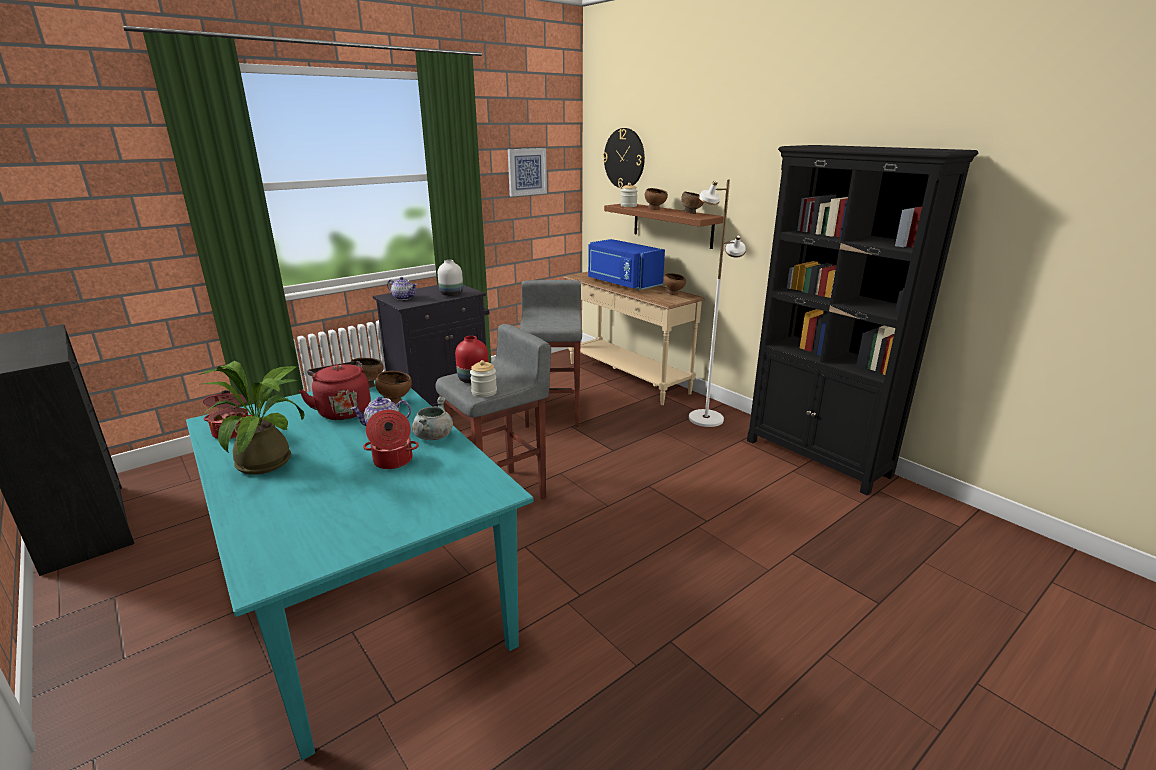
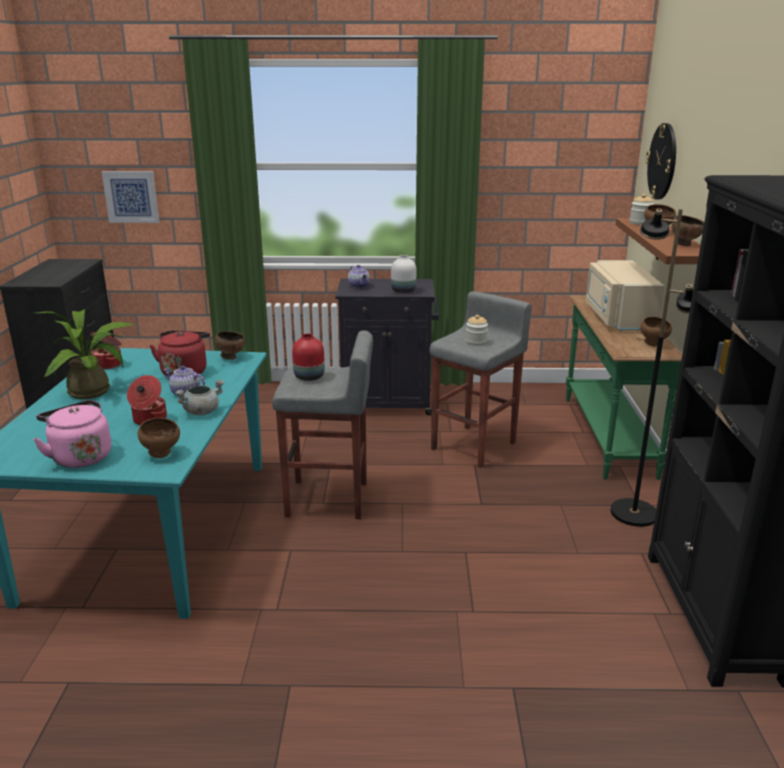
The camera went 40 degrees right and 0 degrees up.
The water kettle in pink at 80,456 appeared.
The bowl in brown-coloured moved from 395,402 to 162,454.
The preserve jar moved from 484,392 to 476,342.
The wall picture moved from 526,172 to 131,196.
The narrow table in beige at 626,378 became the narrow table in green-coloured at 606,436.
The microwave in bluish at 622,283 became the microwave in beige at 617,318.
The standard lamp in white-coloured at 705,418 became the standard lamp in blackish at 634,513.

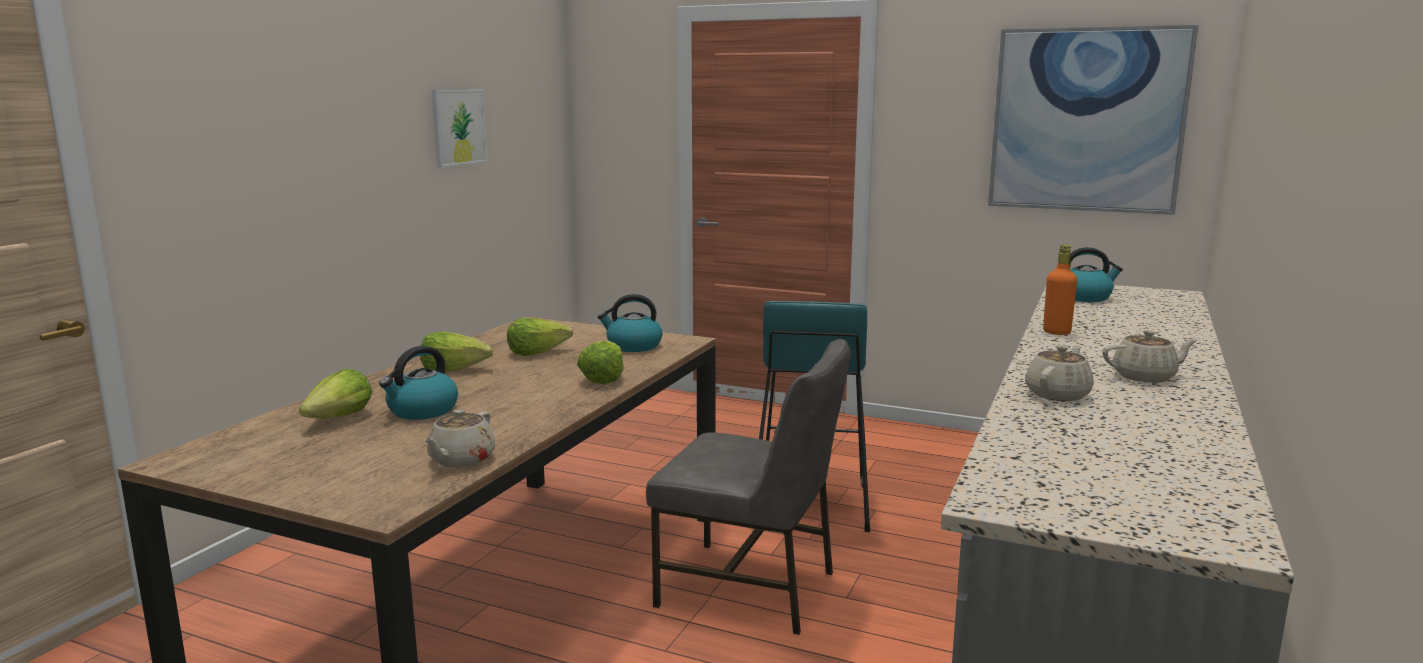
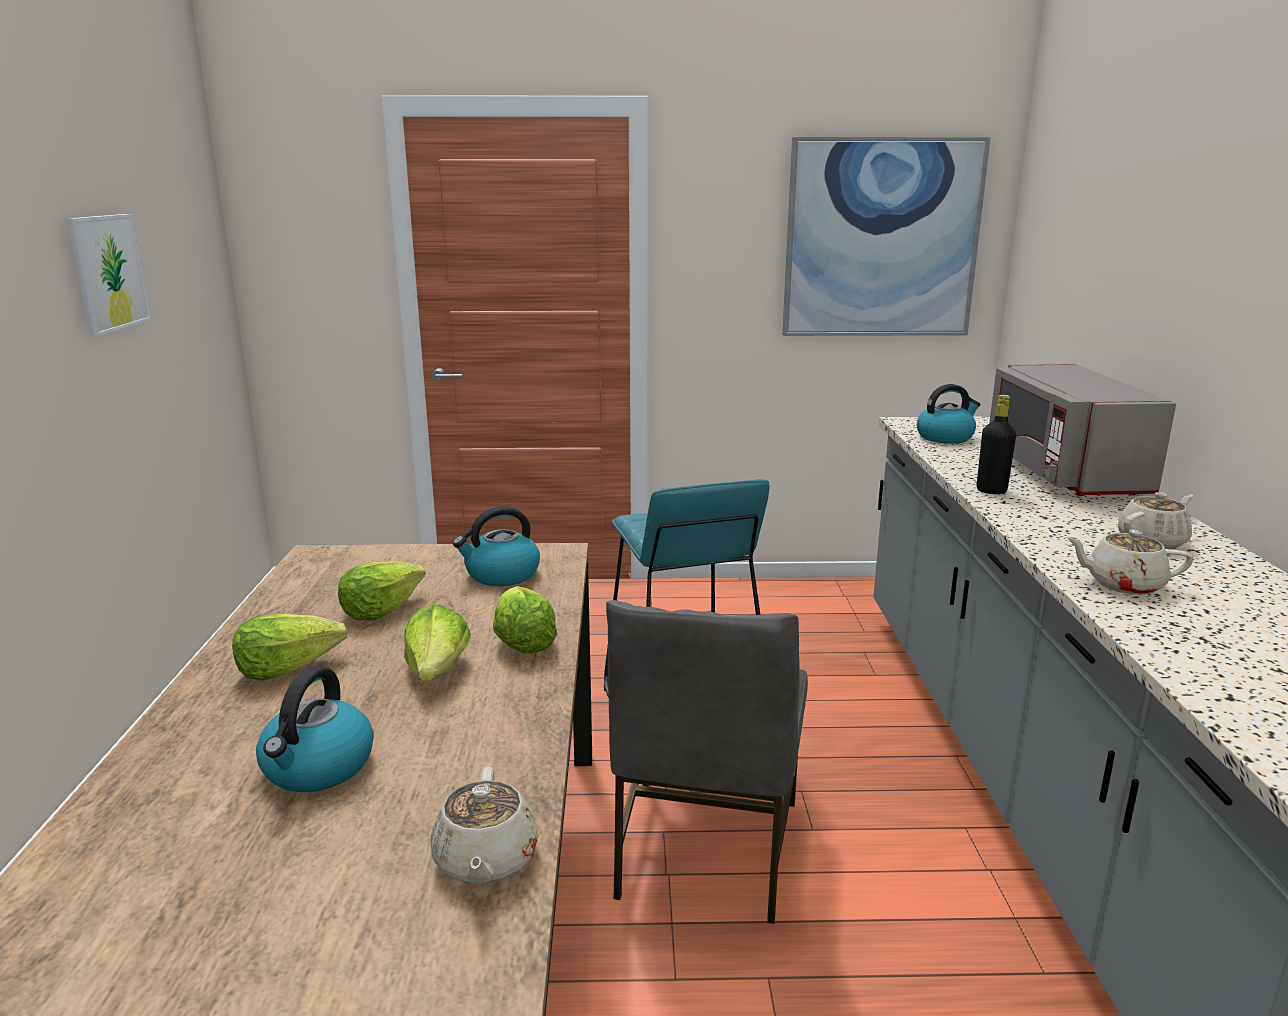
The camera went 25 degrees left and 5 degrees up.
The microwave in gray at 1062,472 appeared.
The head of lettuce moved from 340,418 to 438,671.
The bottle in orange-coloured at 1056,332 became the bottle in blackish at 991,491.
The upright chair in gray at 750,588 turned 105 degrees clockwise.
The pot for tea in beige at 1058,394 turned 90 degrees counterclockwise.

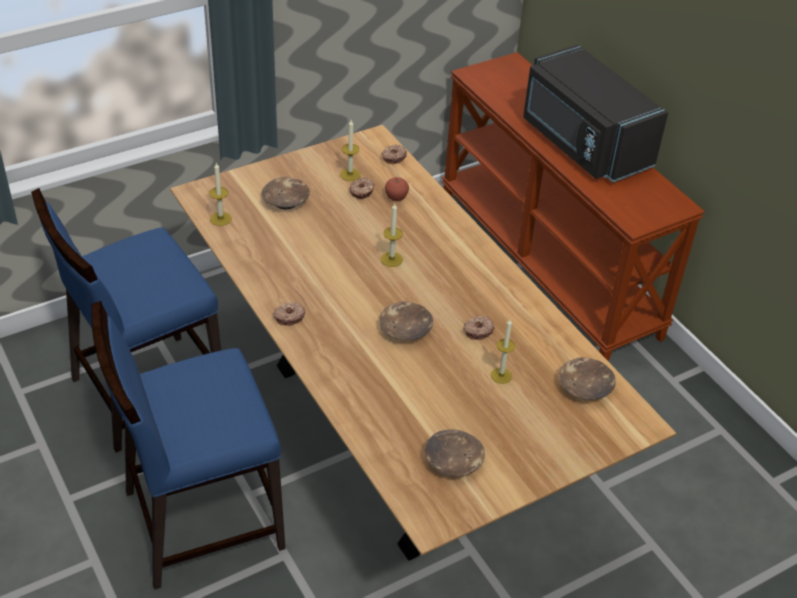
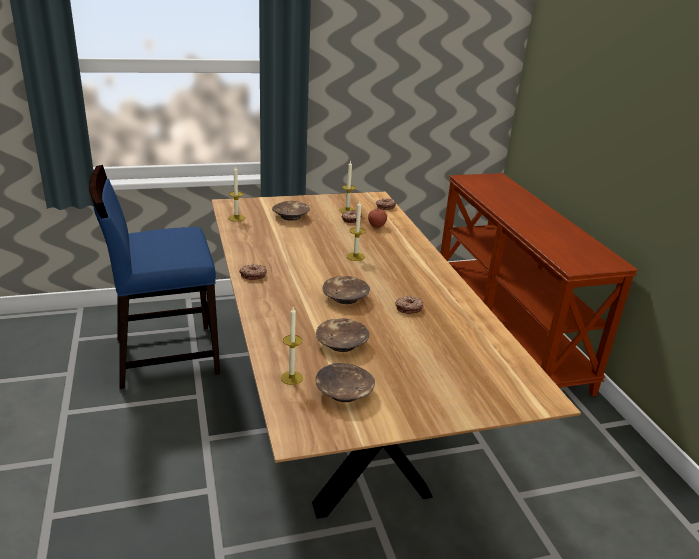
The camera went 15 degrees right and 15 degrees down.
The upright chair in bluish at 201,519 disappeared.
The microwave in blackish at 583,144 disappeared.
The wax candle moved from 501,375 to 291,378.
The bowl in brown-coloured moved from 585,387 to 342,343.

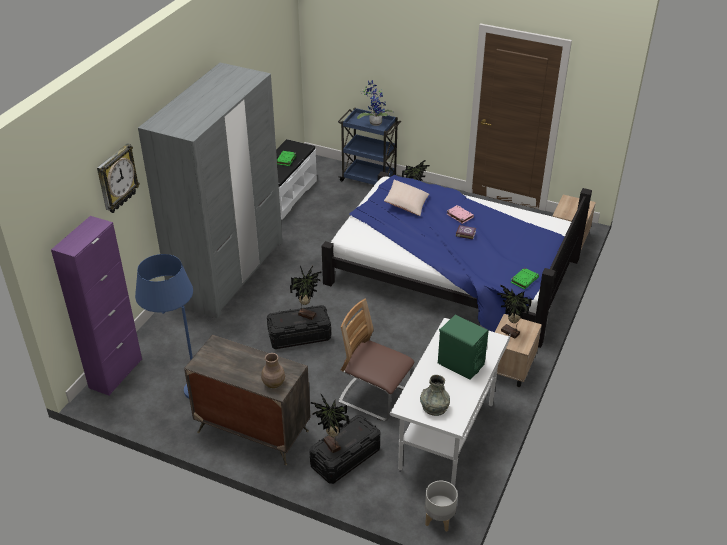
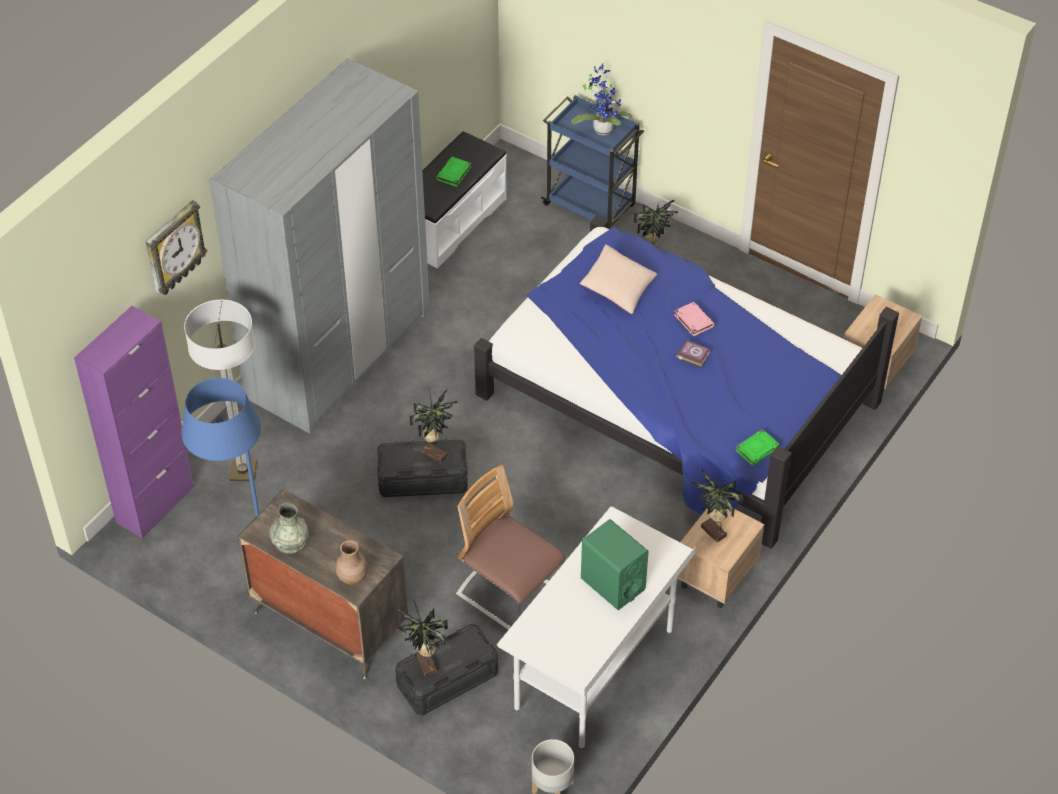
The camera went 10 degrees right and 10 degrees up.
The standard lamp at 243,472 appeared.
The flower vase in gray moved from 434,407 to 290,541.

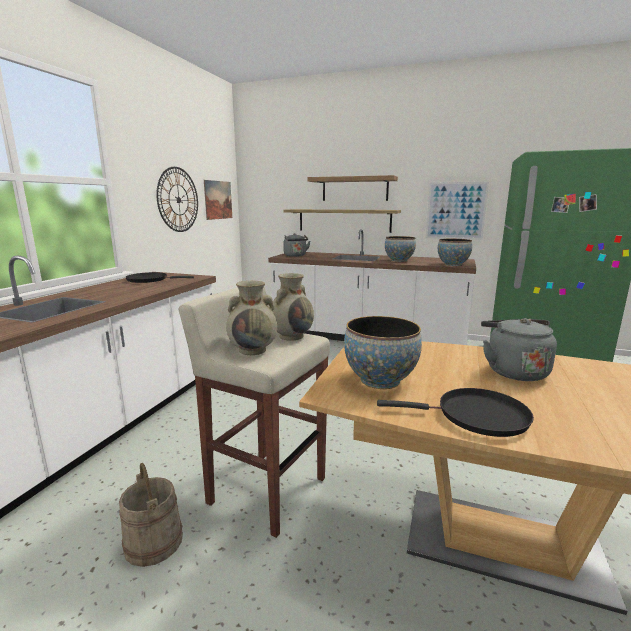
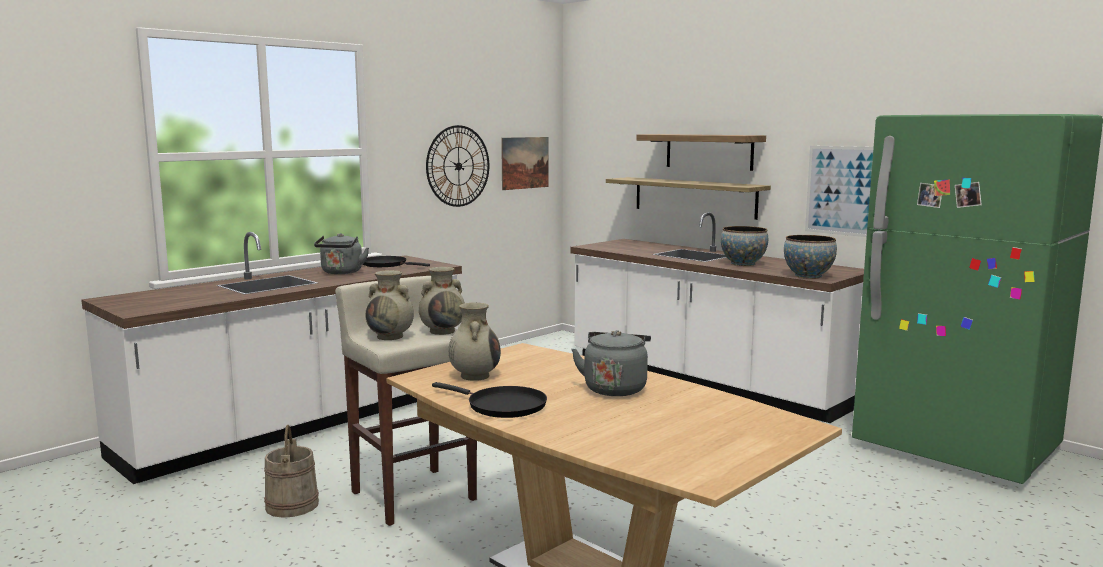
The camera went 25 degrees right and 5 degrees down.
The water kettle in gray moved from 295,256 to 341,272.
The bowl at 380,380 was replaced by the flower vase in beige at 475,376.

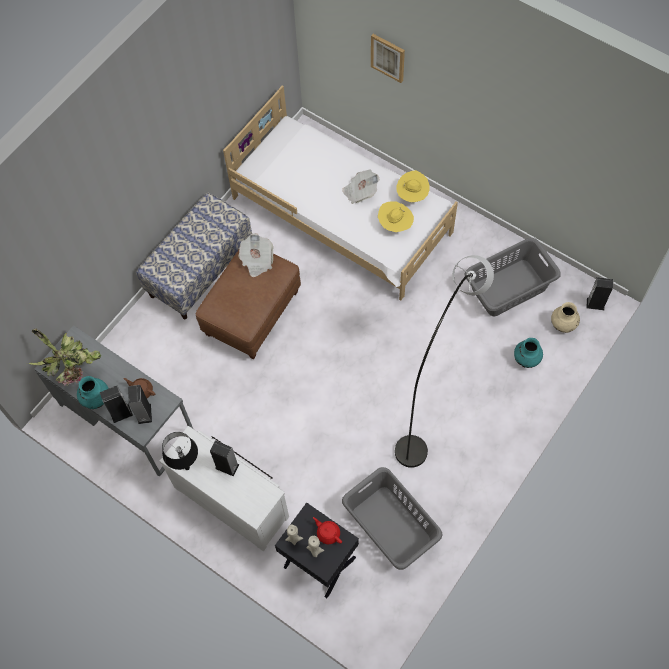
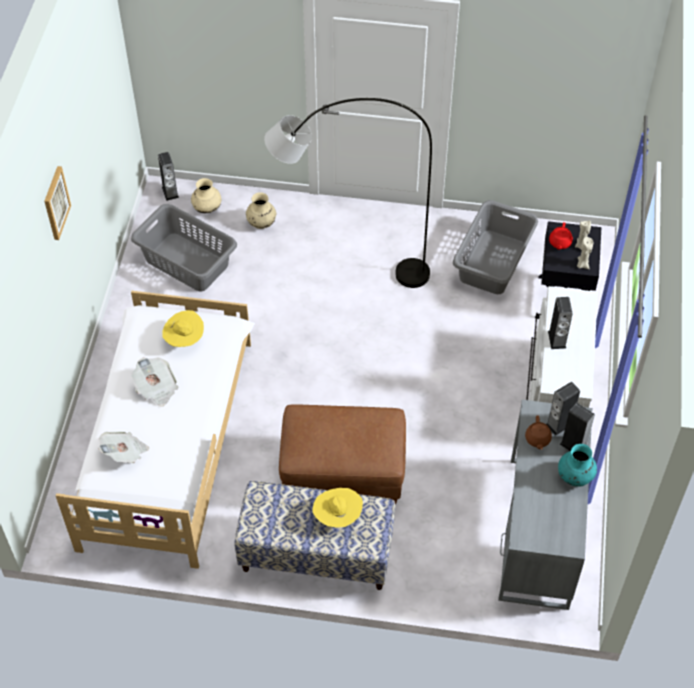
The camera went 120 degrees left and 10 degrees down.
The plant in a pot at 72,367 disappeared.
The lamp for a table in blackish at 187,468 disappeared.
The printed paper moved from 257,260 to 125,453.
The wall picture moved from 388,57 to 55,203.
The hat in yellow moved from 412,195 to 337,516.
The flower vase in turquoise-coloured at 526,359 became the flower vase in beige at 261,223.

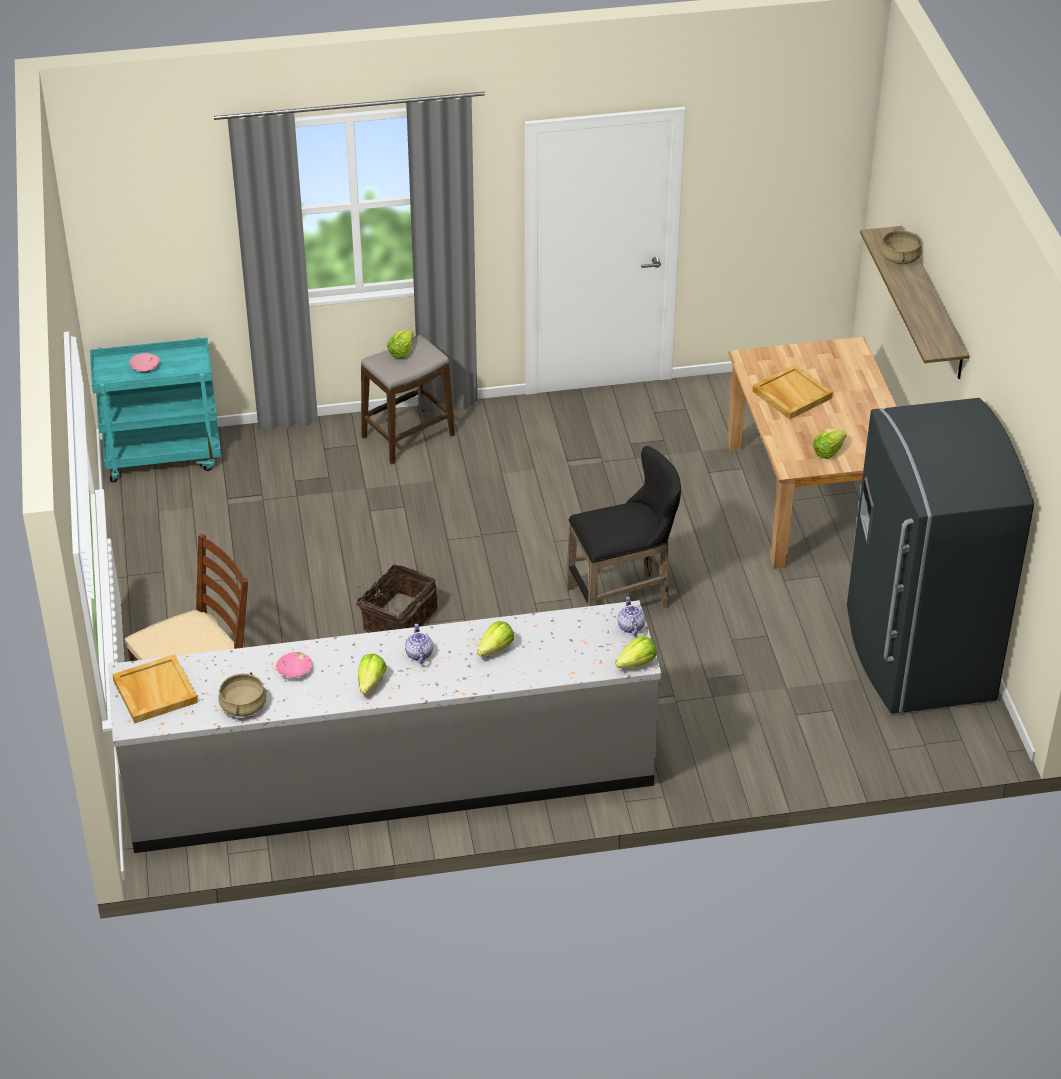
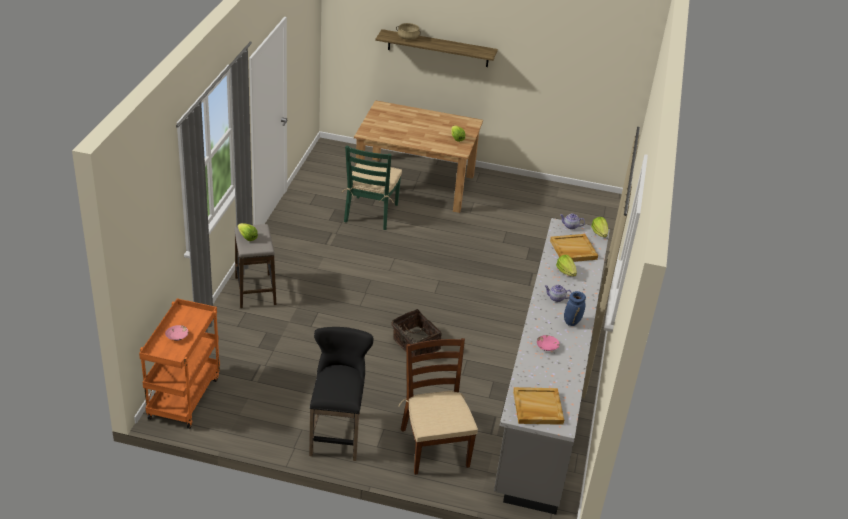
The camera went 70 degrees left and 5 degrees down.
The cooking pot in beige at 243,706 disappeared.
The kitchen fridge in gray at 916,654 disappeared.
The upright chair in green-coloured at 371,213 appeared.
The sitting stool in blackish moved from 624,598 to 337,432.
The carrying tray in beige moved from 791,394 to 573,250.
The head of lettuce at 371,683 was replaced by the flower vase in bluish at 572,322.
The trolley in turquoise-coloured at 164,456 became the trolley in orange-coloured at 184,396.

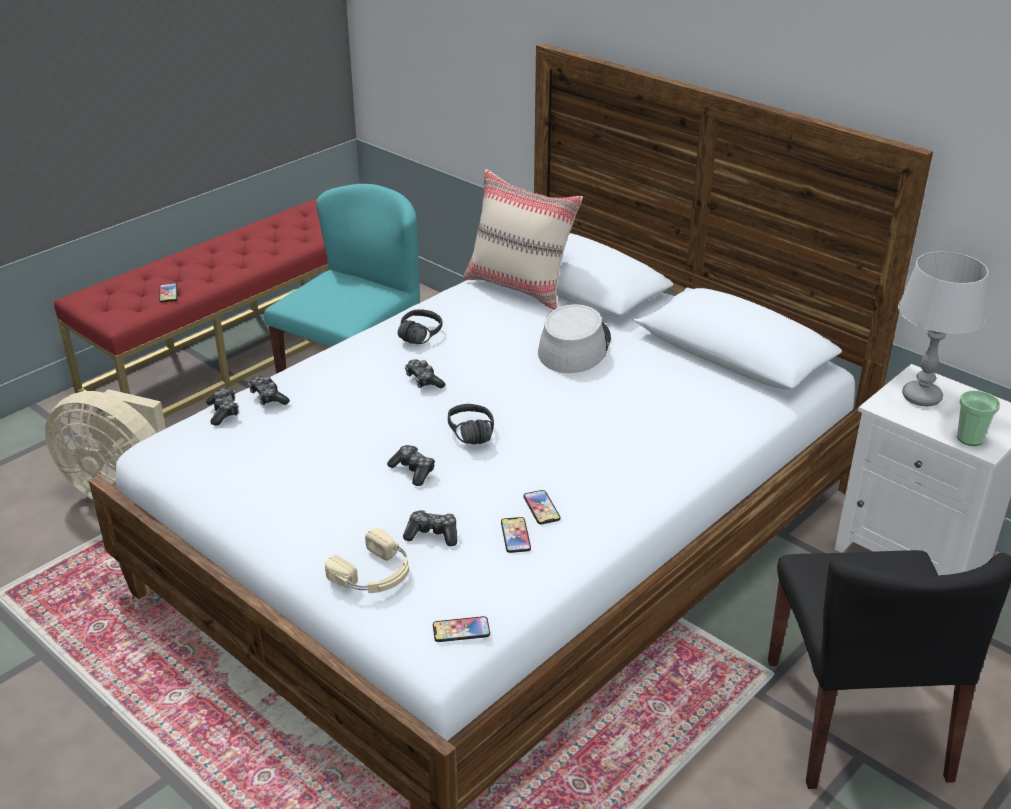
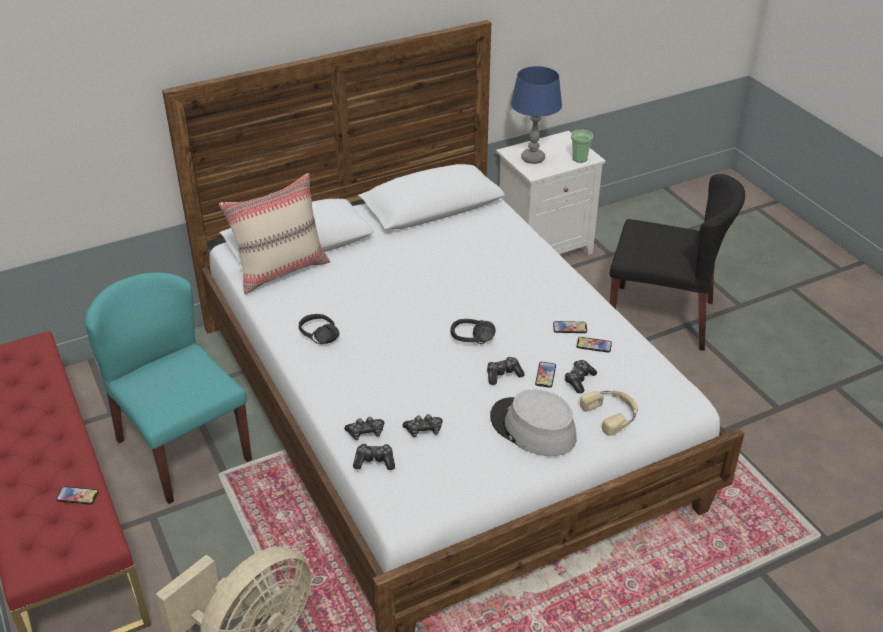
The camera went 70 degrees left and 5 degrees up.
The joypad moved from 423,381 to 423,430.
The phone moved from 461,630 to 545,375.
The hat in gray moved from 574,346 to 532,428.
The lamp for a table in gray at 921,397 became the lamp for a table in bluish at 533,158.

